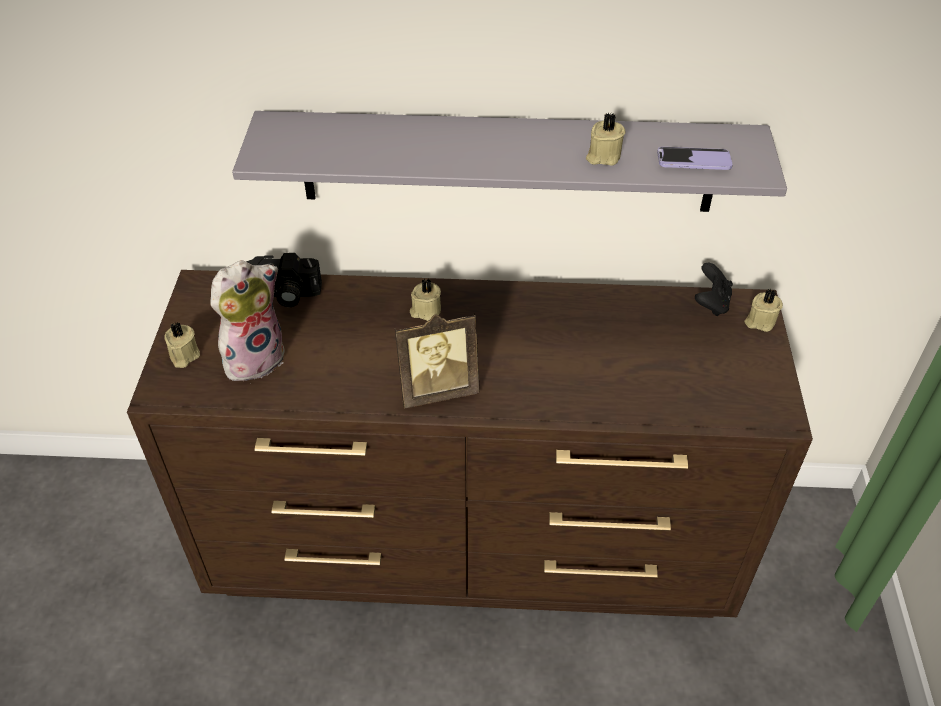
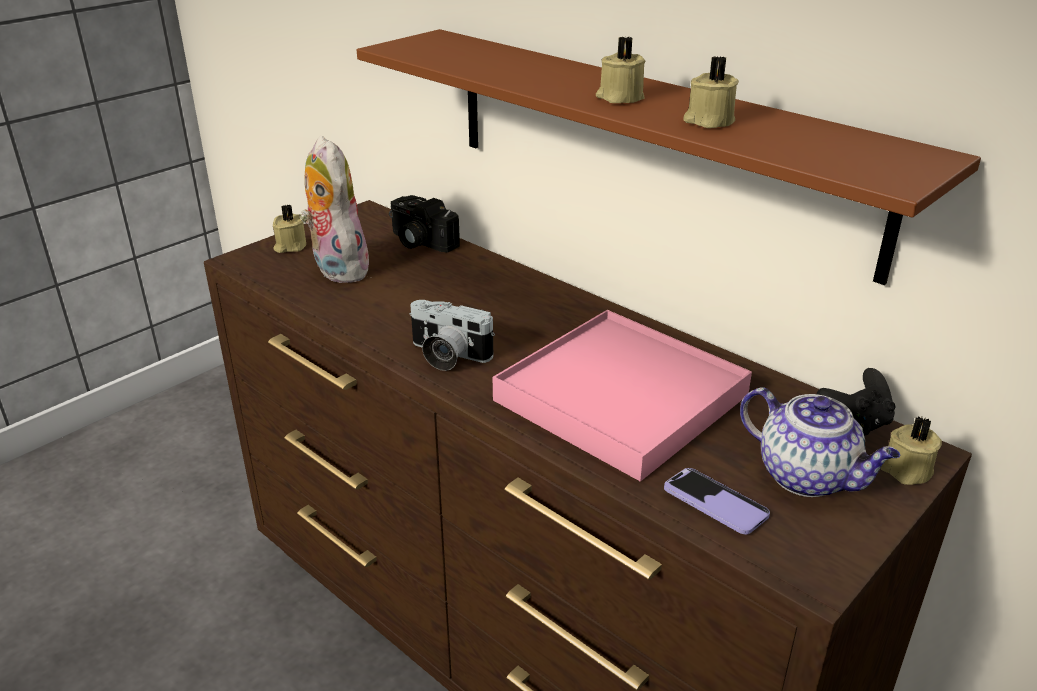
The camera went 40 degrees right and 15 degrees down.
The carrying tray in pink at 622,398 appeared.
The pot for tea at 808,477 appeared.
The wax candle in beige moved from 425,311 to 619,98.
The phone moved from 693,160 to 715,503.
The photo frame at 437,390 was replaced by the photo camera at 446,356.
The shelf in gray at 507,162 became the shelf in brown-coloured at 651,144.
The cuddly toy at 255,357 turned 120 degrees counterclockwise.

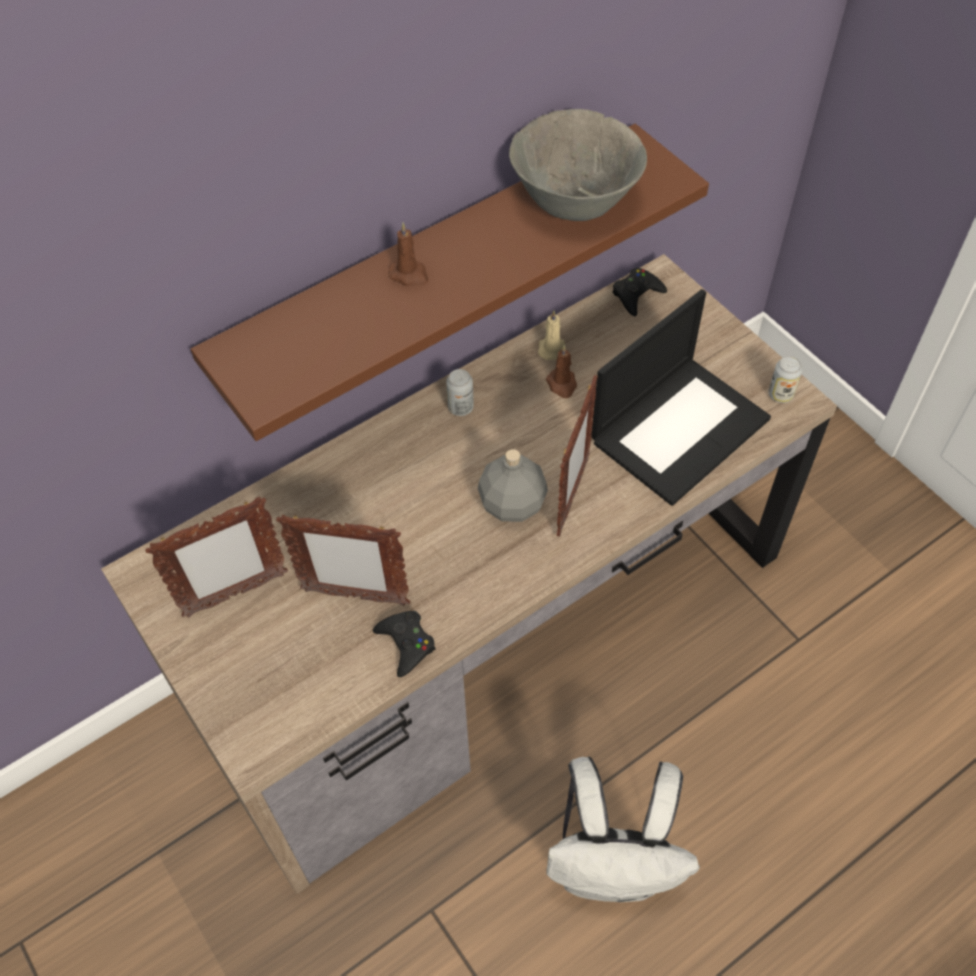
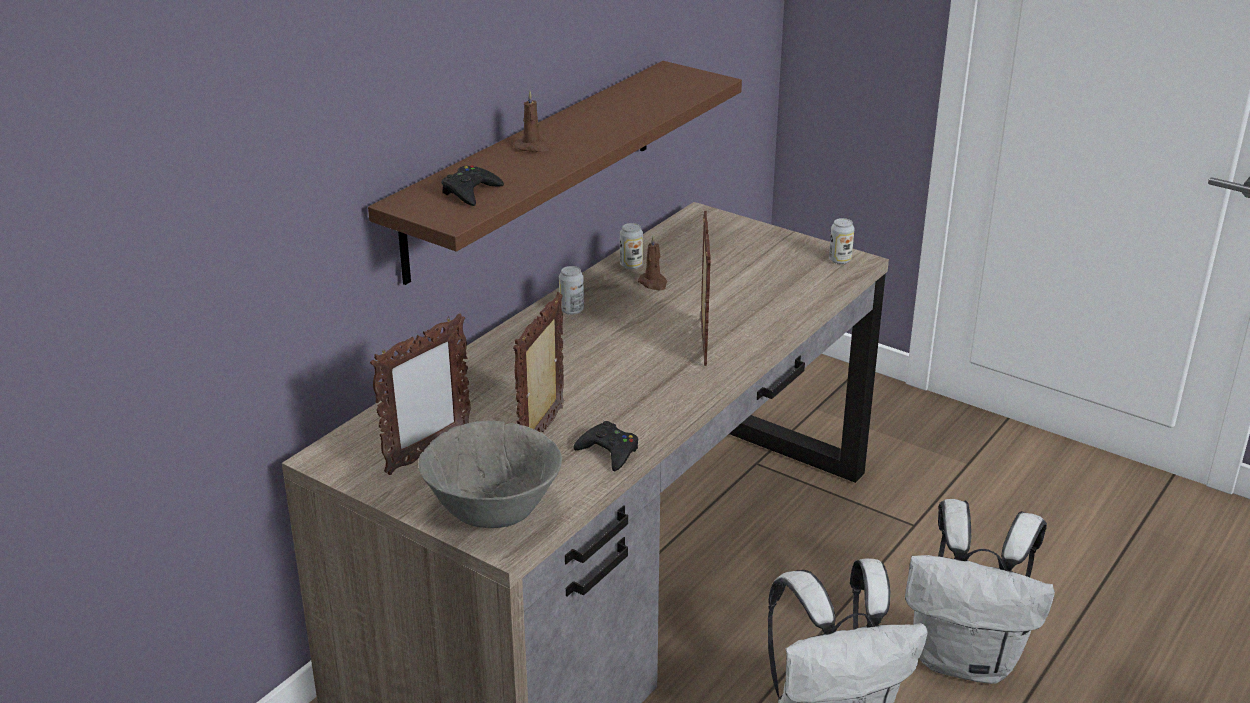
The camera went 20 degrees left and 25 degrees down.
The bottle in gray at 513,503 disappeared.
The notebook computer at 679,428 disappeared.
The knapsack in white-coloured at 967,659 appeared.
The bowl in gray moved from 574,202 to 492,513.
The joypad in blackish moved from 636,295 to 470,192.
The wax candle in beige at 551,348 was replaced by the can at 631,265.
The photo frame at 354,596 turned 120 degrees clockwise.

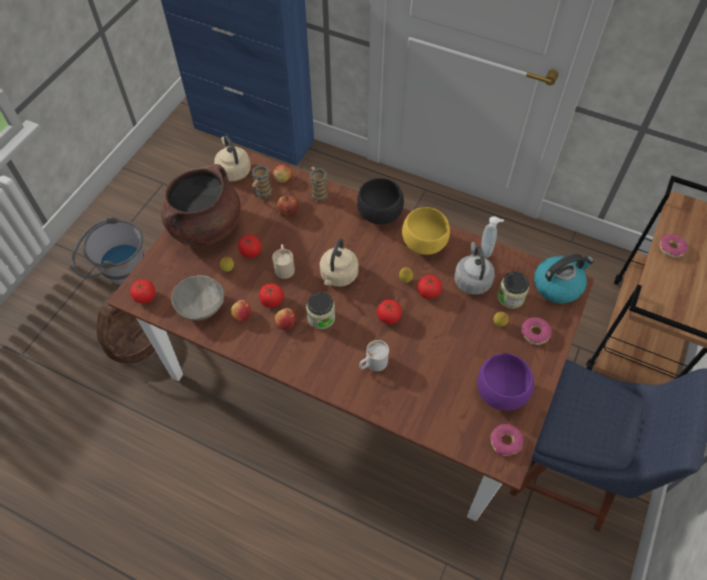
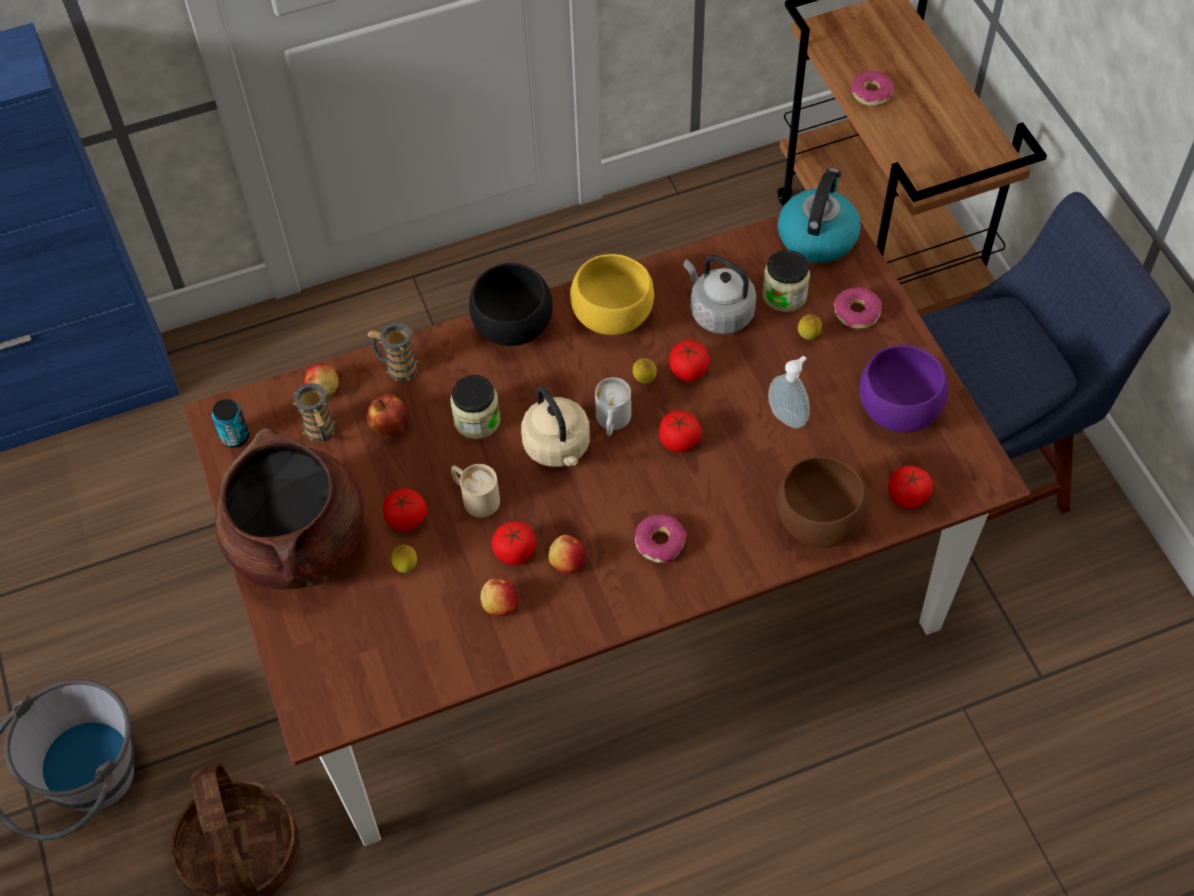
The camera went 45 degrees left and 0 degrees up.
The bowl in gray at 200,306 disappeared.
The bowl in brown-coloured at 818,525 appeared.
The fresh tomato moved from 145,297 to 907,496.
The preserve jar moved from 321,318 to 477,420.
The mug in white-coloured moved from 372,364 to 612,422.
The liquid soap bottle moved from 487,250 to 788,416.
The ring doughnut moved from 505,442 to 660,542.
The water kettle in beige at 233,170 was replaced by the can at 235,437.

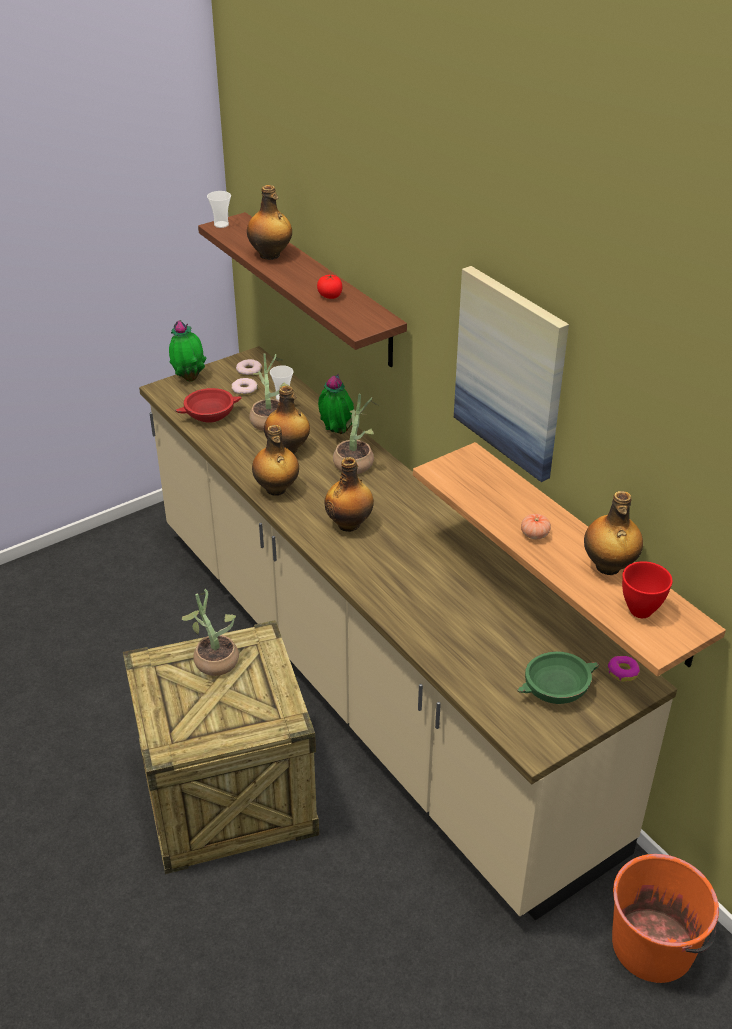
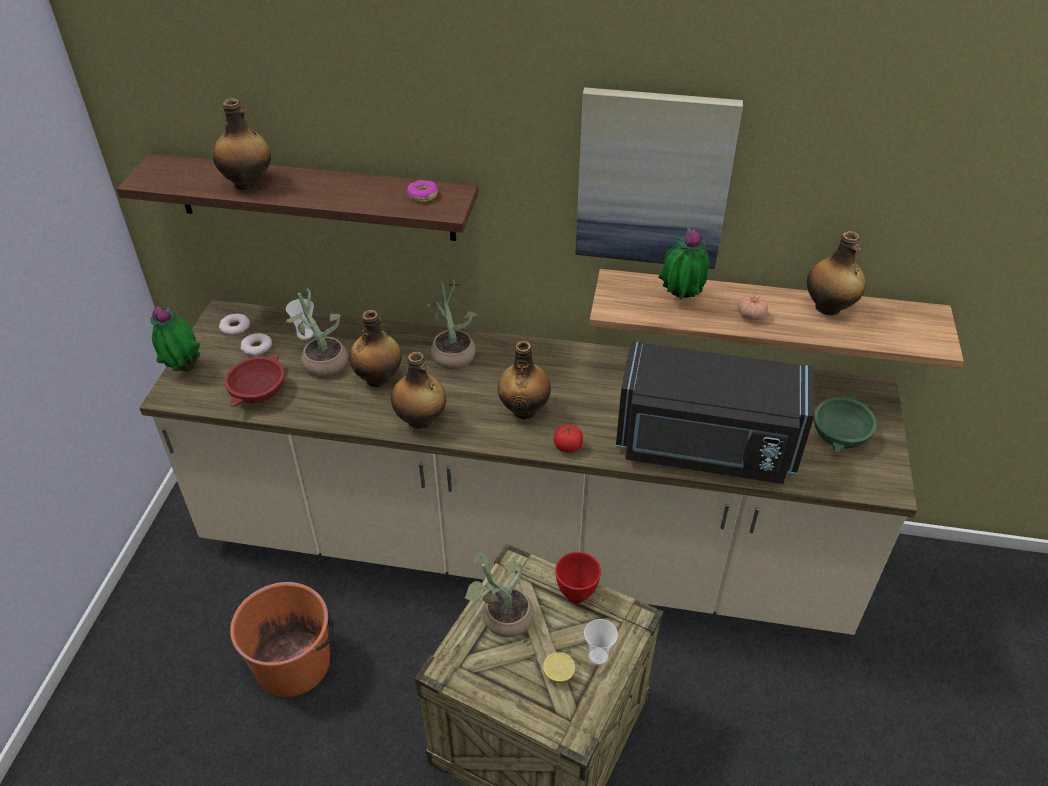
The camera went 45 degrees left and 5 degrees up.
The whole lemon at 558,674 appeared.
The microwave in blackish at 705,447 appeared.
The cup moved from 221,224 to 598,656.
The fresh tomato moved from 330,296 to 567,447.
The plant in a pot moved from 336,433 to 680,300.
The ring doughnut moved from 622,672 to 422,195.
The pail in orange-coloured moved from 653,945 to 294,663.
The bowl in red-coloured moved from 641,610 to 576,594.

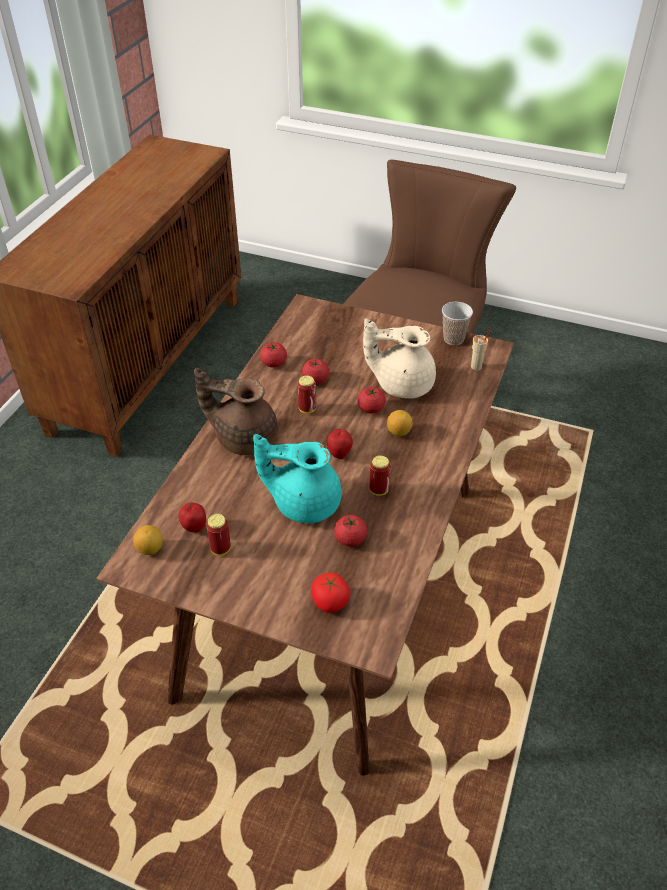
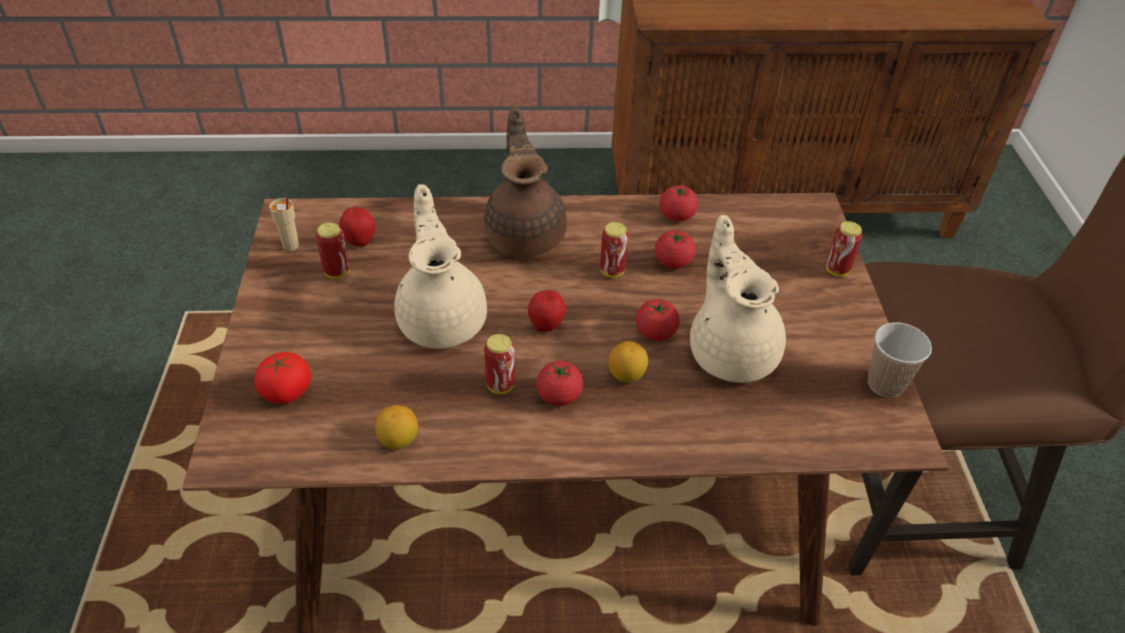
The camera went 65 degrees right and 0 degrees up.
The can at 837,270 appeared.
The whole lemon moved from 150,549 to 399,440.
The fresh tomato moved from 350,539 to 559,395.
The cup in beige moved from 476,367 to 291,246.
The pot for tea in turquoise-coloured at 304,502 became the pot for tea in beige at 442,318.

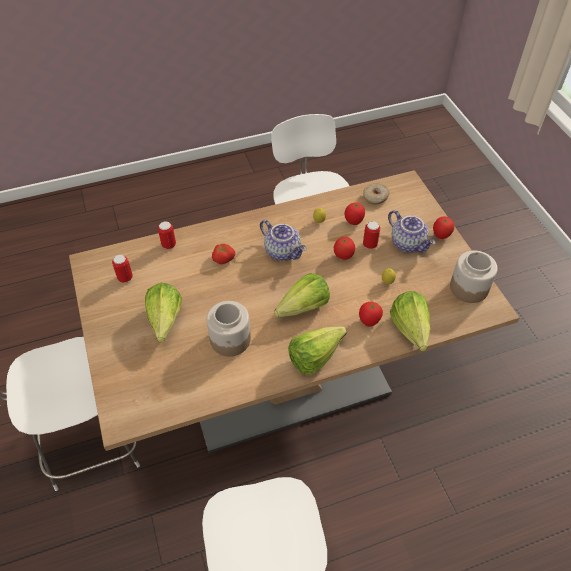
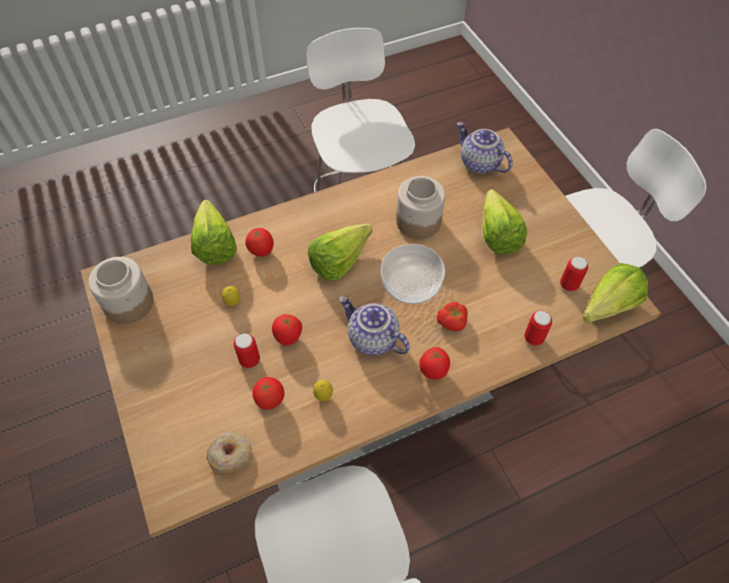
The camera went 175 degrees right and 5 degrees up.
The bowl at 410,284 appeared.
The head of lettuce moved from 319,356 to 602,309.
The pot for tea moved from 408,243 to 479,163.
The fresh tomato moved from 440,236 to 433,372.

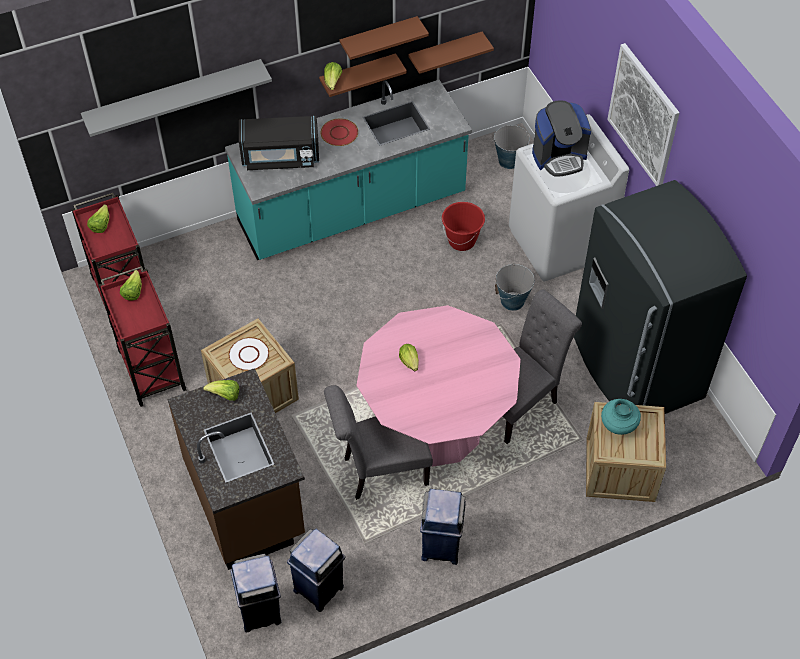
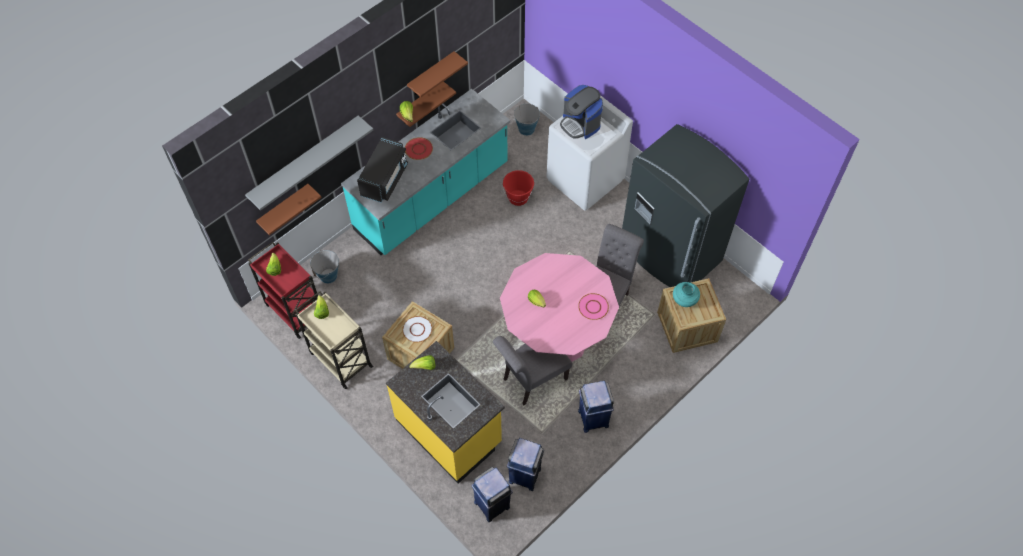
The camera went 20 degrees left and 5 degrees up.
The wall picture at 643,115 disappeared.
The flat dish in pink at 593,307 appeared.
The shelf in brown-coloured moved from 445,53 to 284,208.
The pail moved from 512,301 to 328,276.
The trolley in red-coloured at 151,368 became the trolley in beige at 340,358.
The kitchen base unit in brown-coloured at 246,500 became the kitchen base unit in yellow at 449,431.
The microwave in blackish at 280,157 turned 45 degrees counterclockwise.
The coffee machine at 559,157 turned 90 degrees clockwise.

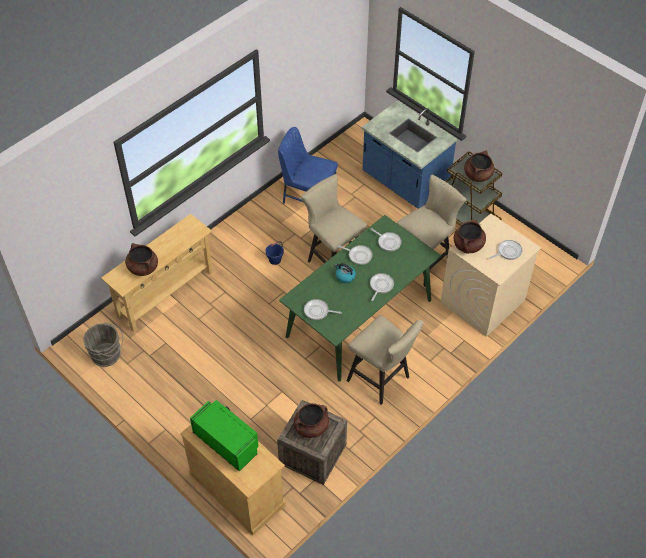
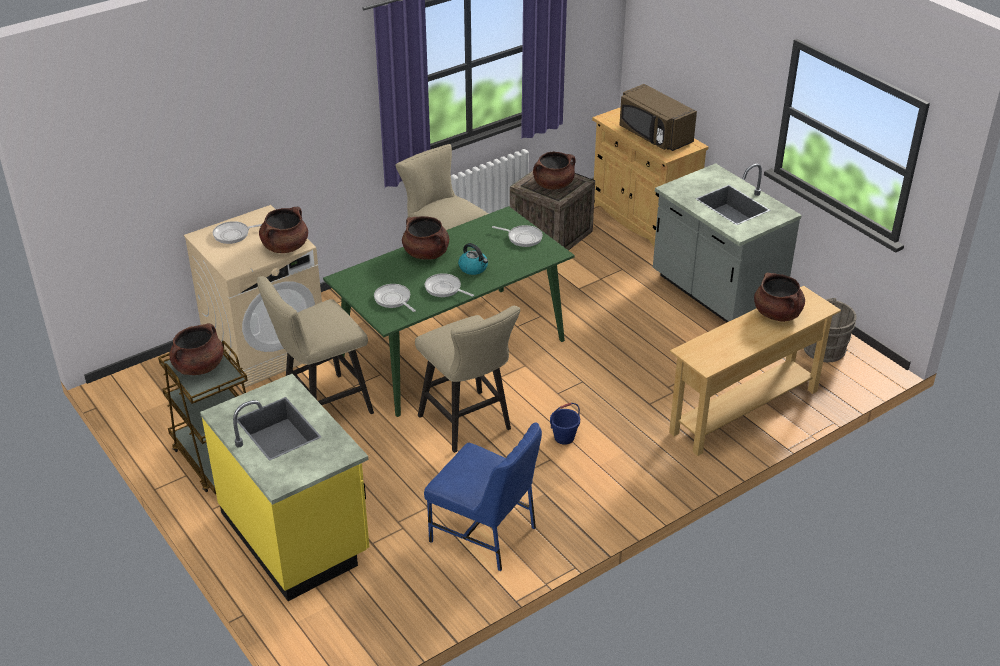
The camera went 170 degrees left and 15 degrees down.
The kitchen base unit in gray at 715,294 appeared.
The pan at 380,286 was replaced by the cooking pot in brown-coloured at 426,253.
The microwave in green-coloured at 227,442 became the microwave in brown-coloured at 654,135.
The kitchen base unit in bluish at 404,183 became the kitchen base unit in yellow at 296,534.

